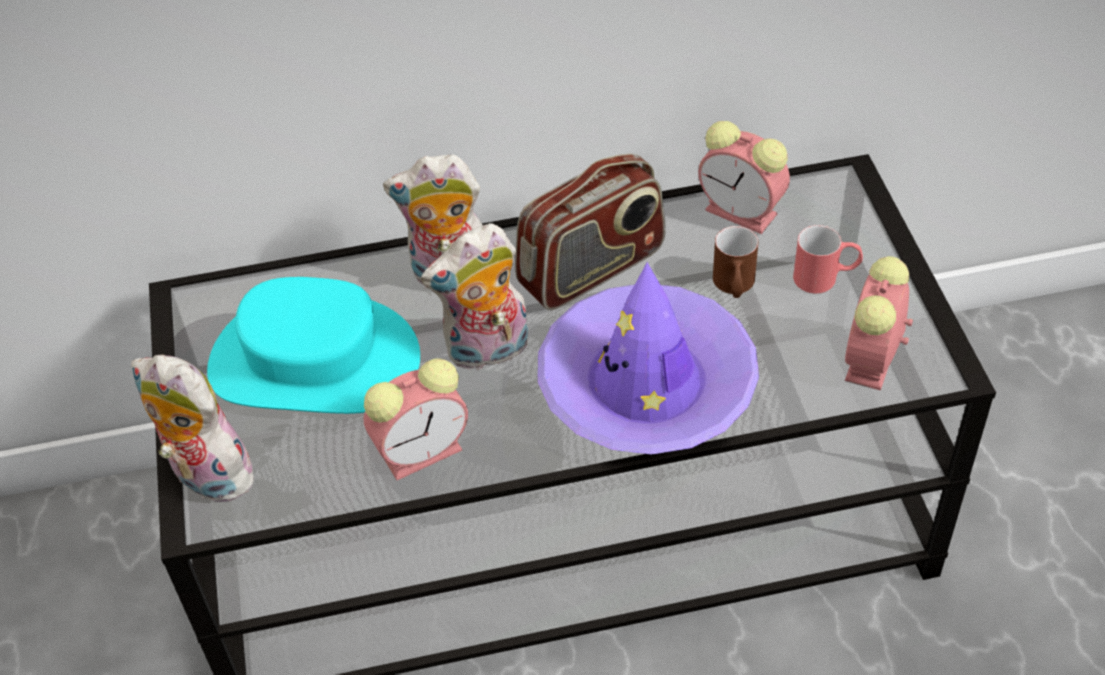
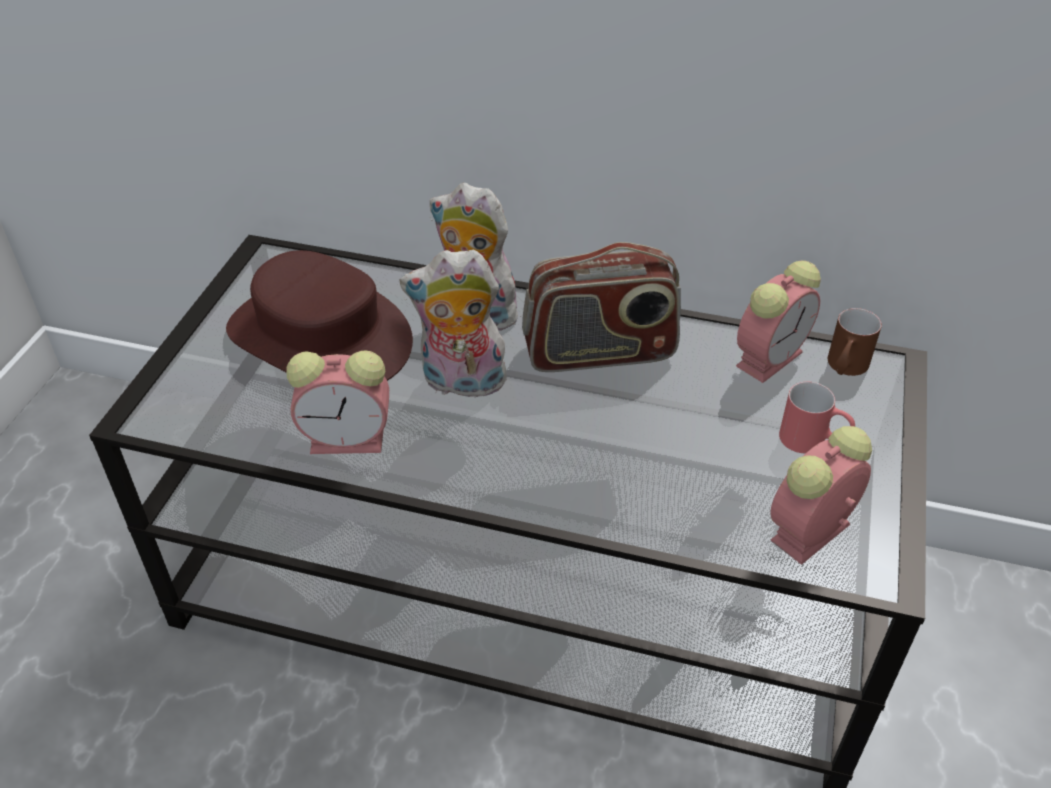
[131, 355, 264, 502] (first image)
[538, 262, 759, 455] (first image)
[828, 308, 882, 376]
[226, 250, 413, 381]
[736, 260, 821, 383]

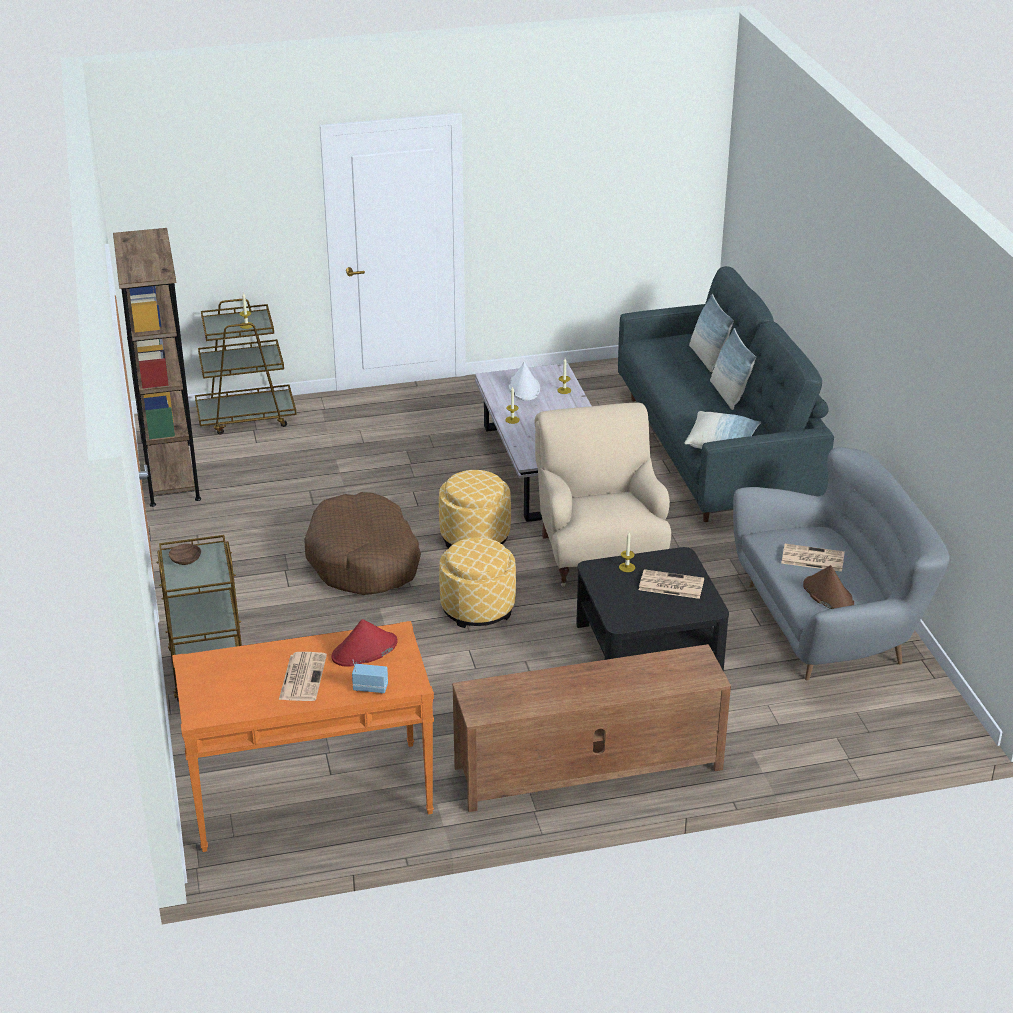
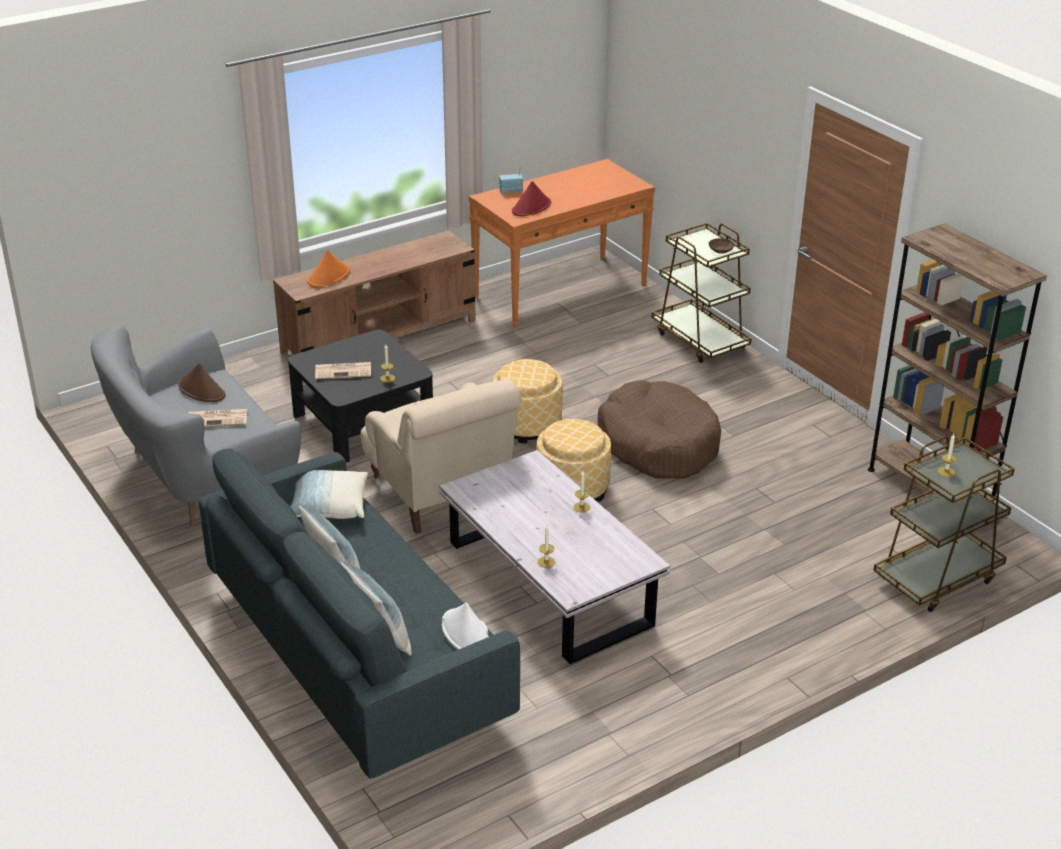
[279, 652, 327, 701] (first image)
[307, 250, 350, 287]
[442, 602, 489, 650]

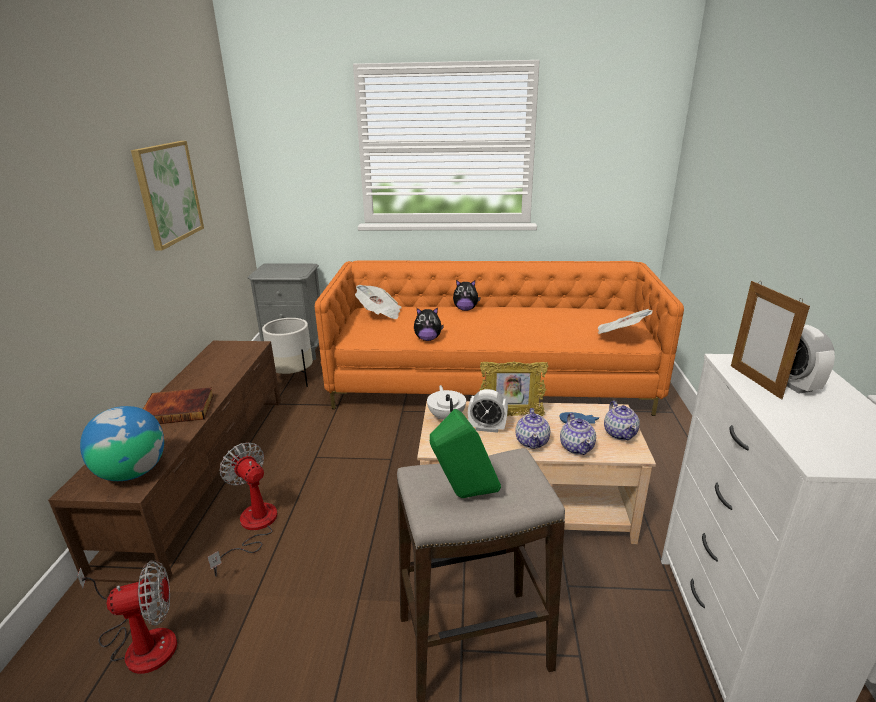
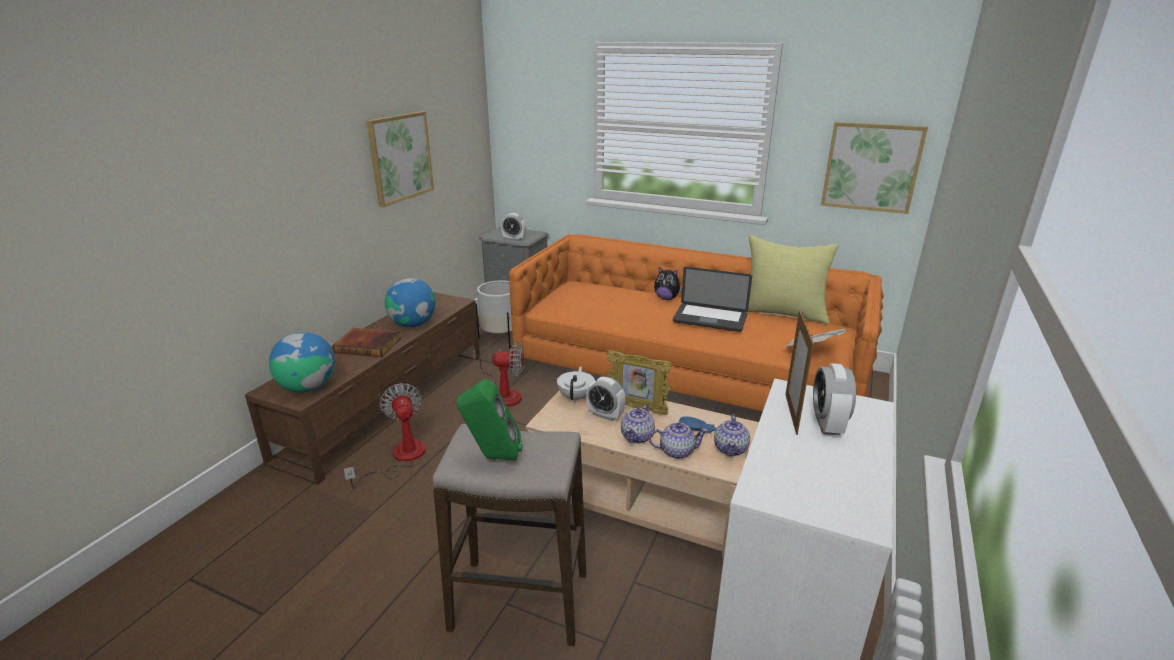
[355, 285, 401, 319] (first image)
[414, 307, 444, 341] (first image)
[385, 278, 435, 327]
[501, 213, 526, 241]
[673, 267, 752, 332]
[748, 235, 839, 324]
[821, 122, 928, 214]
[474, 342, 524, 407]
[649, 423, 708, 459]

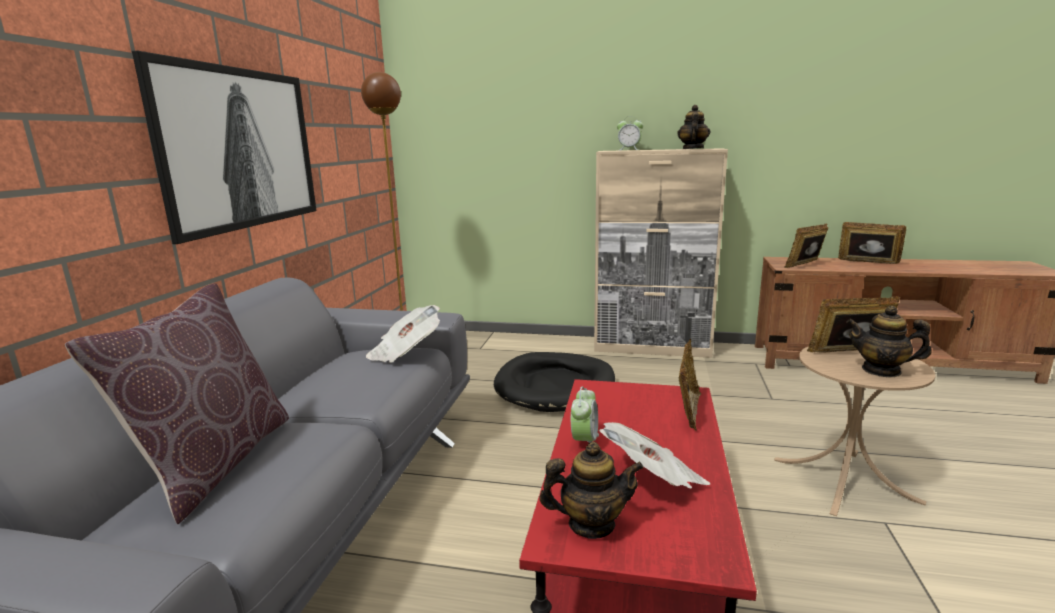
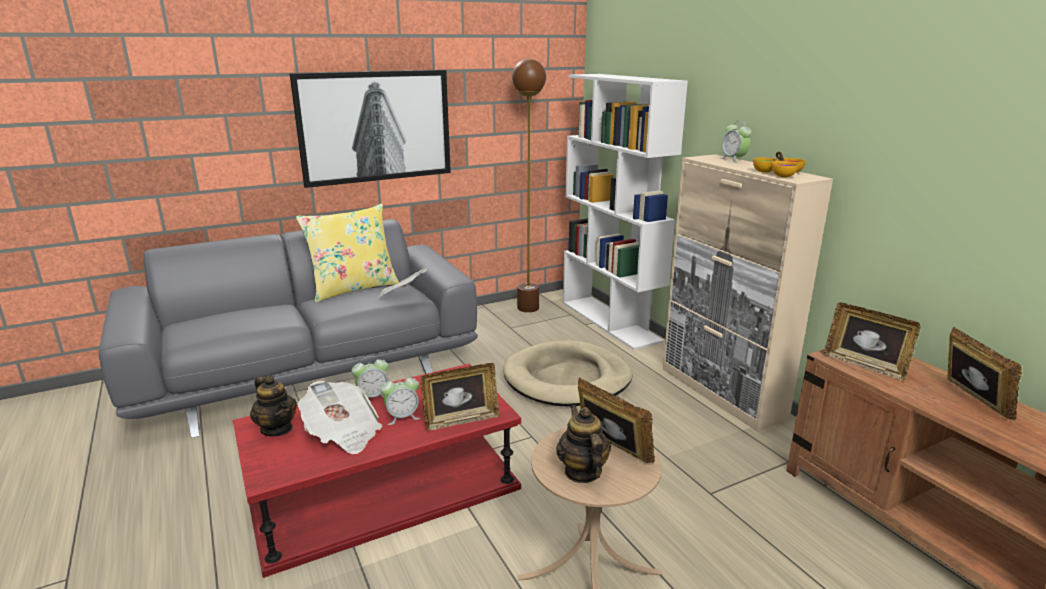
[65, 283, 289, 524] (first image)
[296, 204, 399, 302]
[380, 374, 420, 425]
[563, 74, 688, 350]
[753, 152, 806, 177]
[504, 340, 633, 406]
[824, 303, 921, 381]

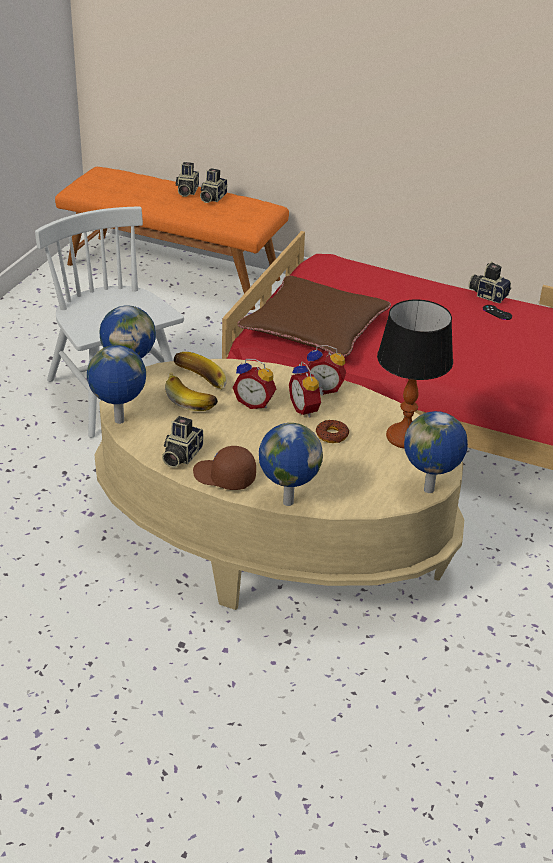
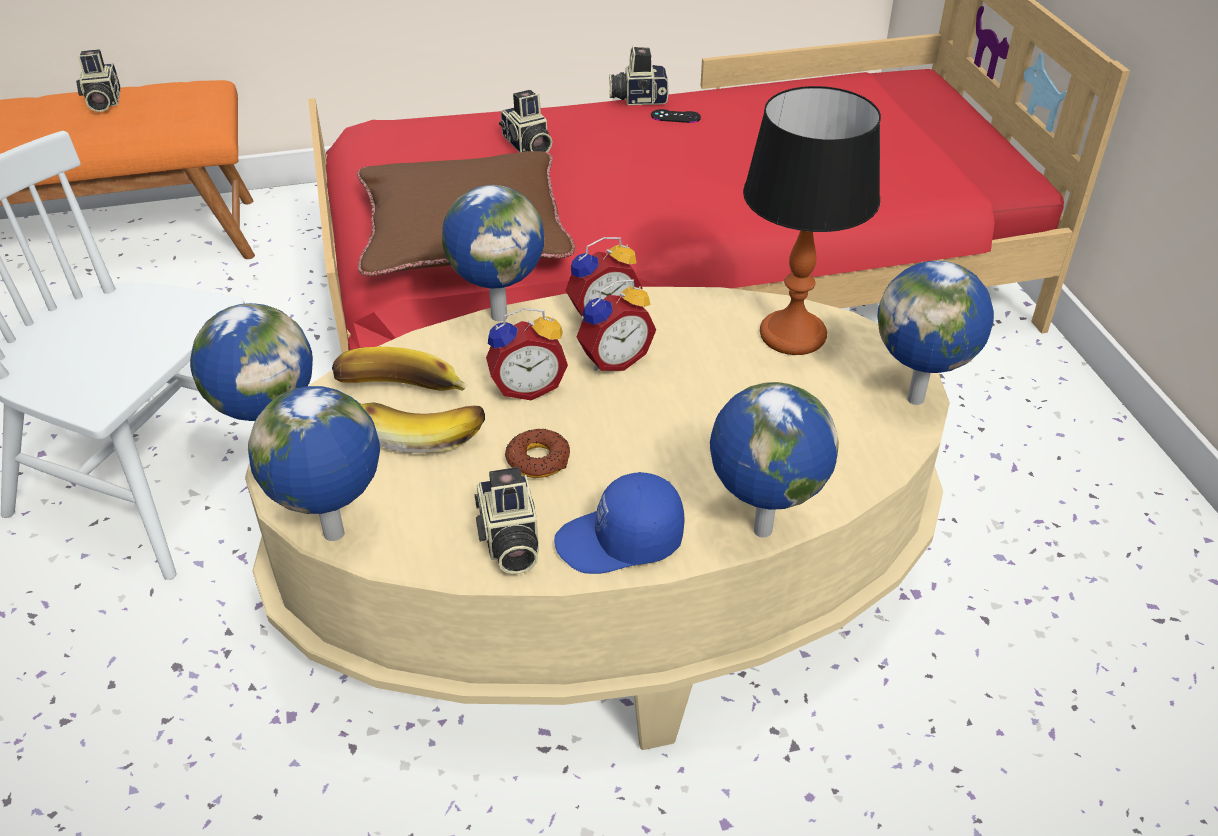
[442, 185, 544, 321]
[499, 90, 553, 153]
[505, 429, 570, 478]
[554, 472, 685, 574]
[577, 280, 656, 371]

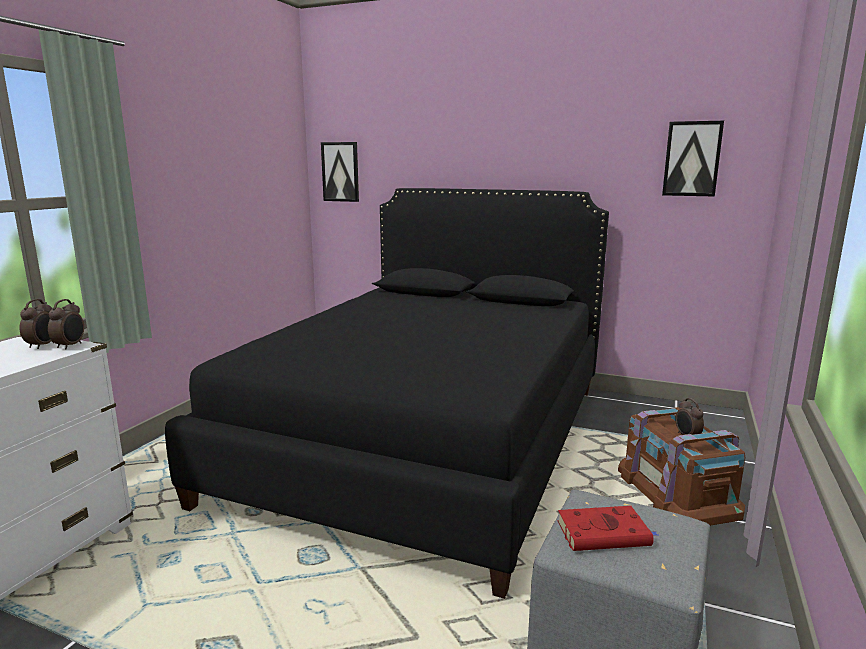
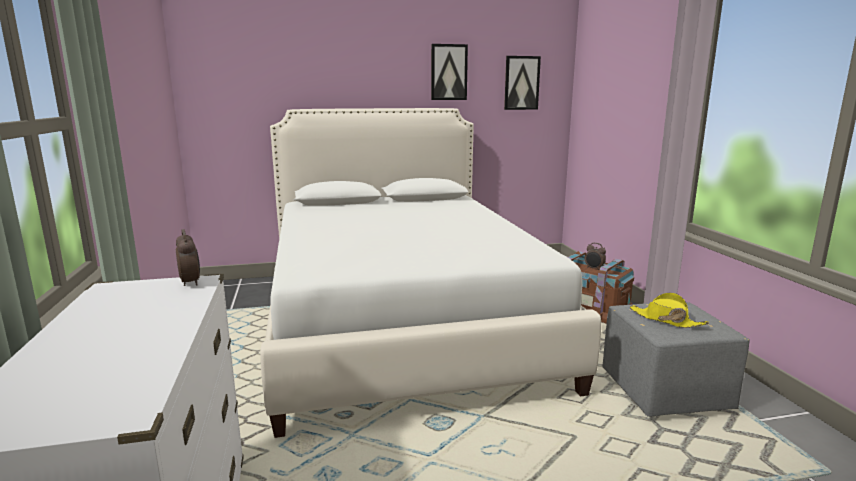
[19, 299, 54, 349] (first image)
[431, 44, 468, 100]
[629, 292, 709, 328]
[260, 108, 601, 438]

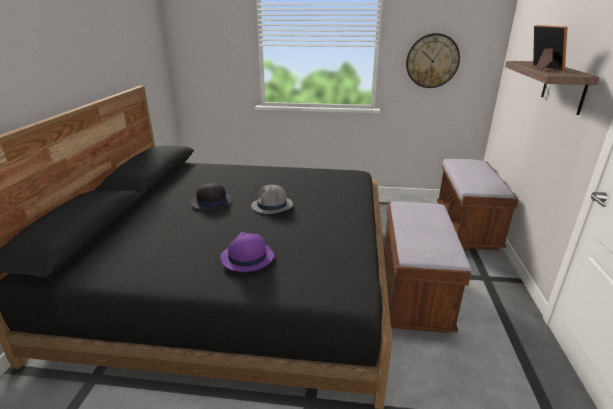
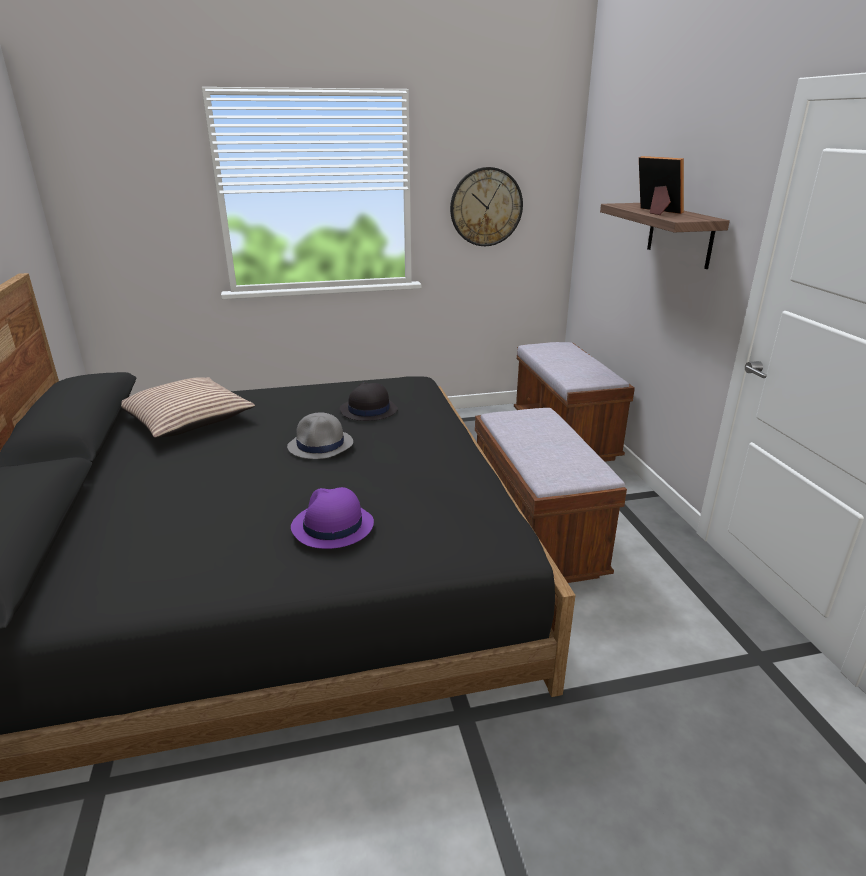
[121, 377, 255, 438]
[340, 382, 398, 421]

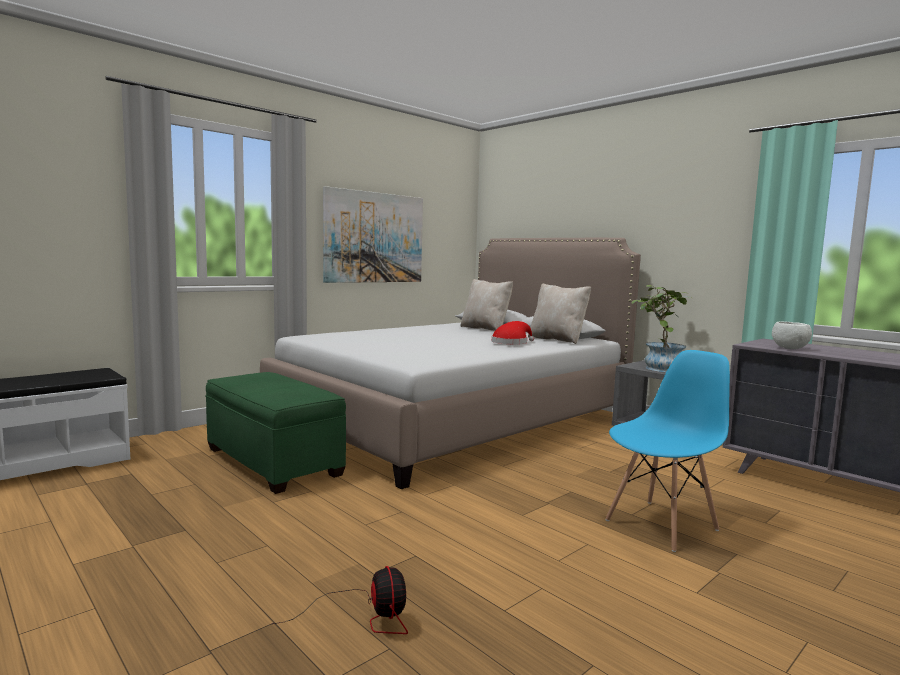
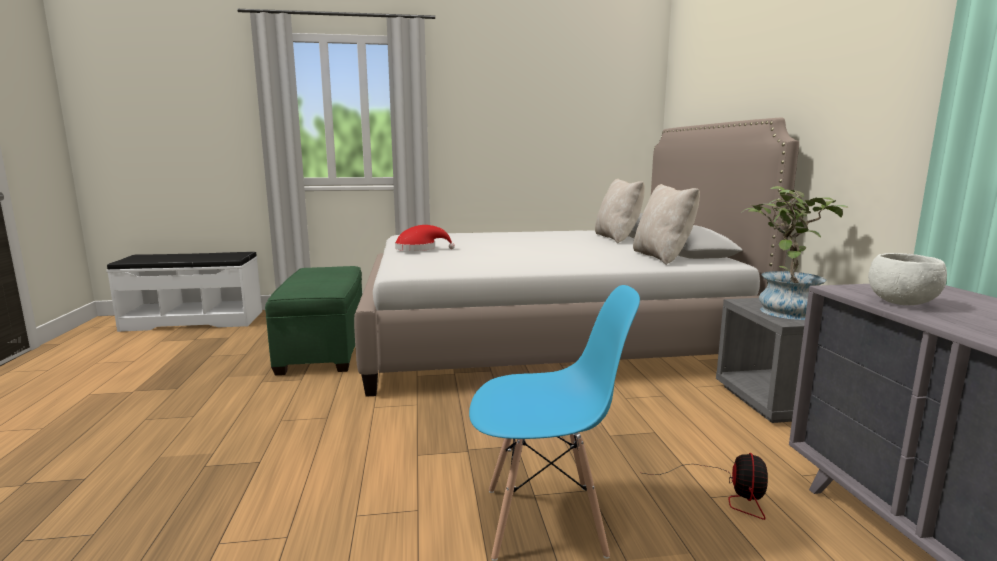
[323, 186, 423, 283] (first image)
[643, 453, 768, 520]
[395, 225, 455, 251]

